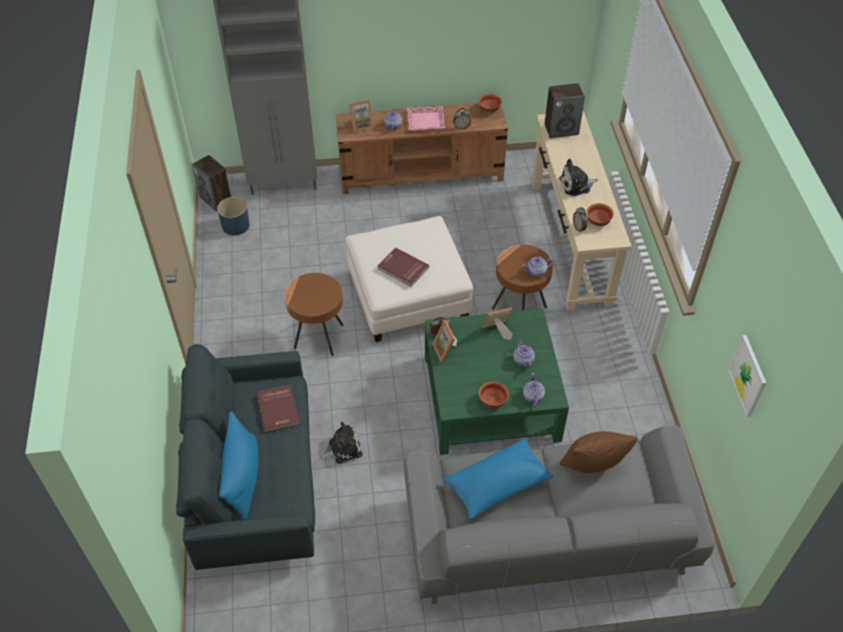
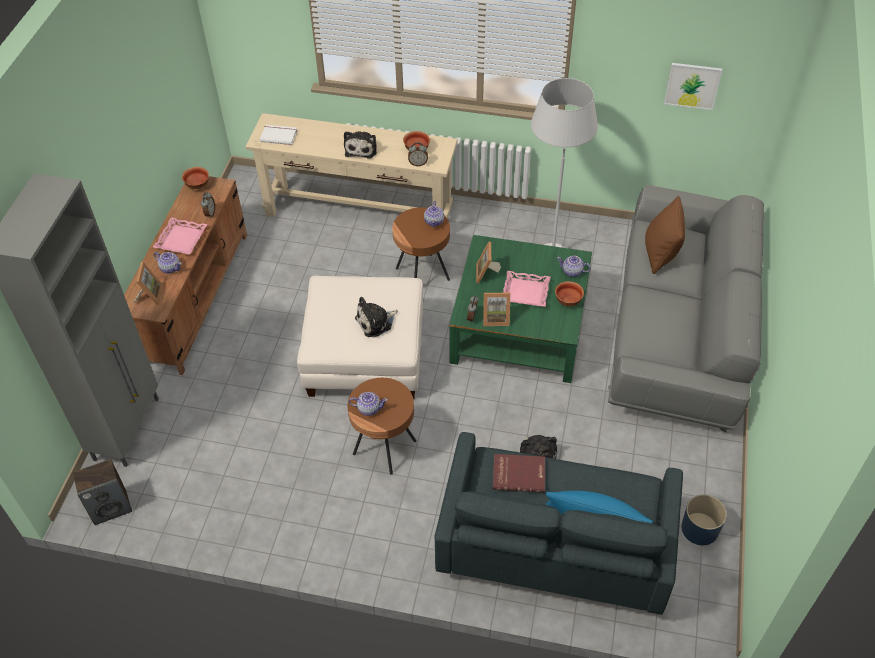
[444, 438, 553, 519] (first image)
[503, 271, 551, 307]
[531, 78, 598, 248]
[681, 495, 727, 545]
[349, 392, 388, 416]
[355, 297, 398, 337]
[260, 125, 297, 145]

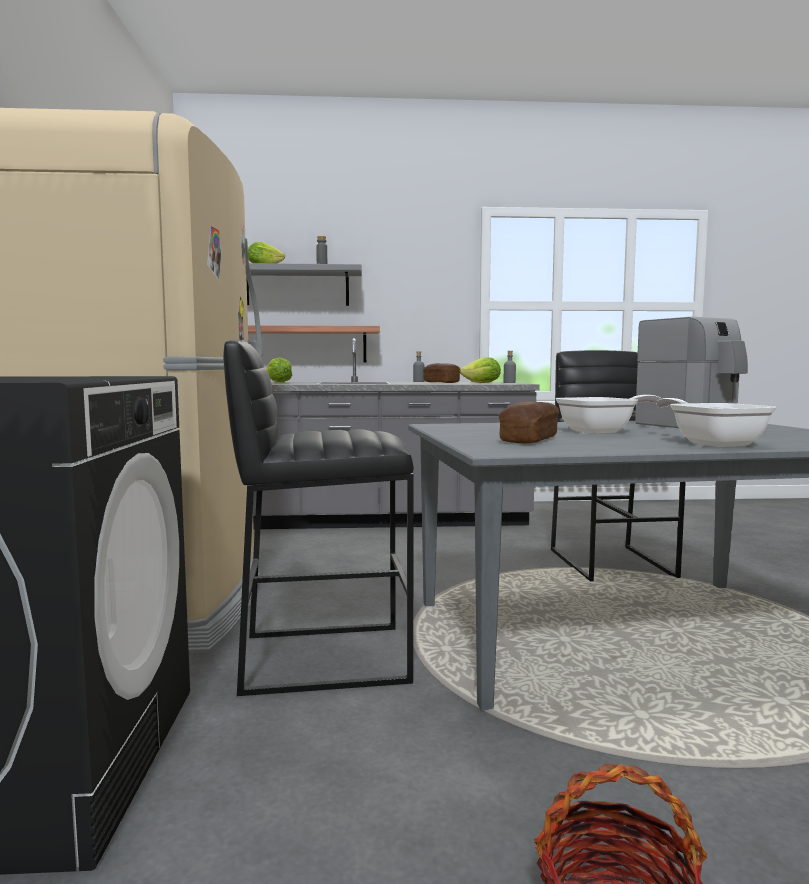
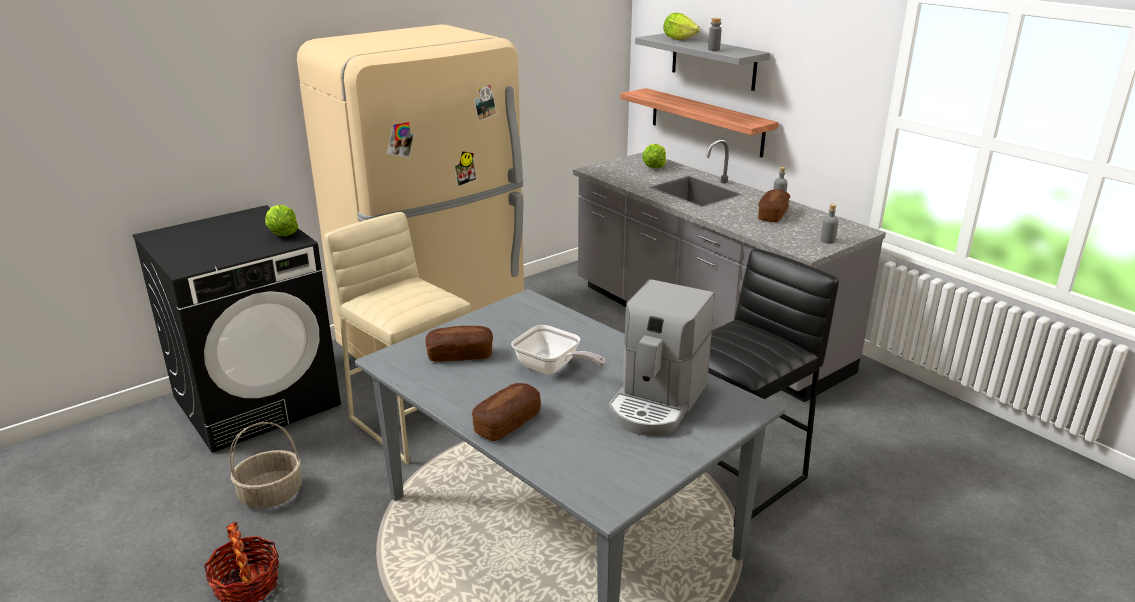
[230, 422, 302, 508]
[266, 205, 298, 236]
[472, 383, 541, 441]
[324, 212, 471, 464]

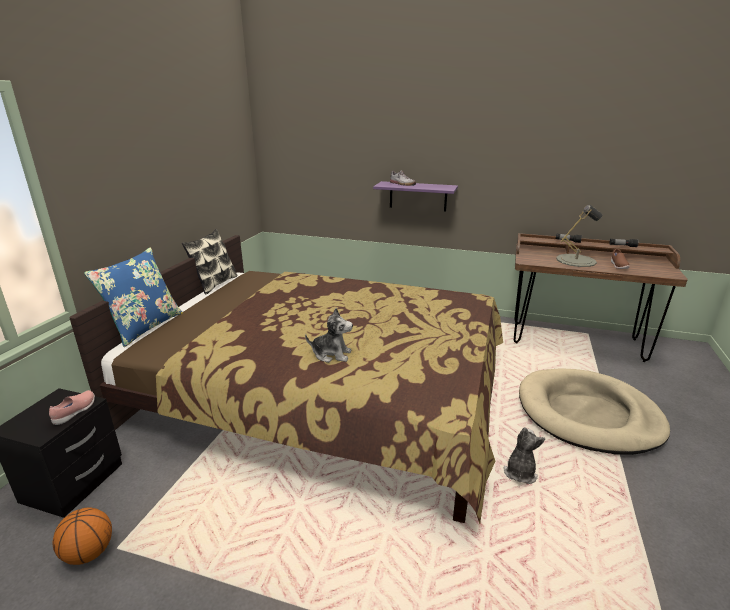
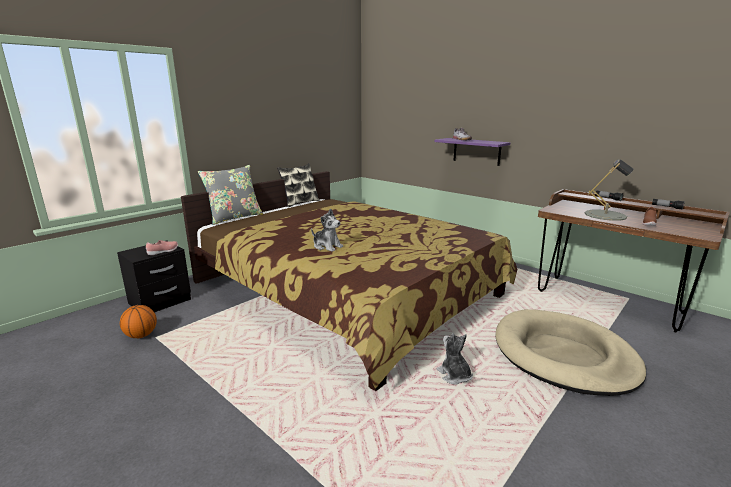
[198, 165, 263, 225]
[437, 333, 473, 385]

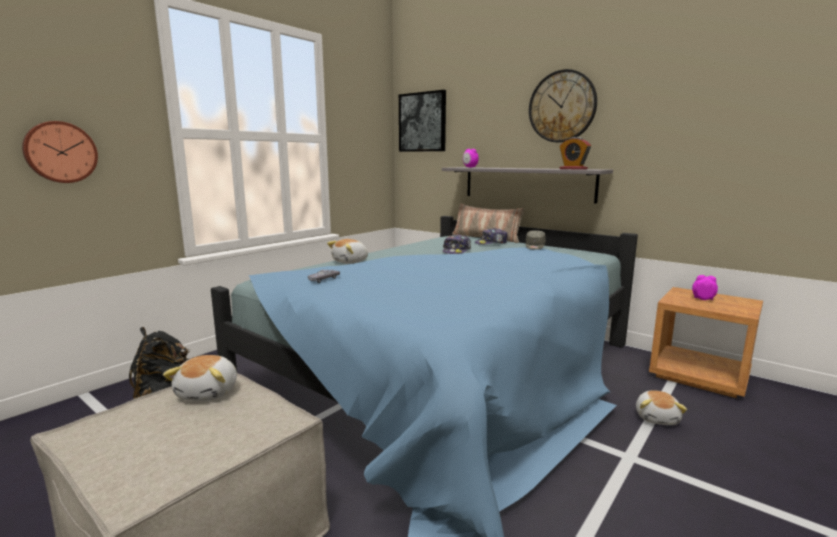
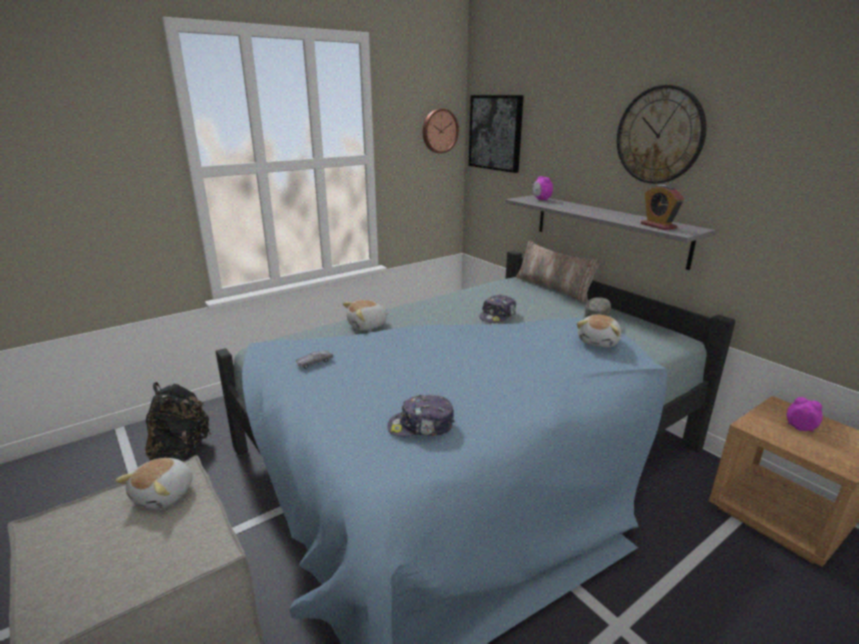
[423, 109, 459, 153]
[388, 395, 455, 437]
[577, 314, 621, 347]

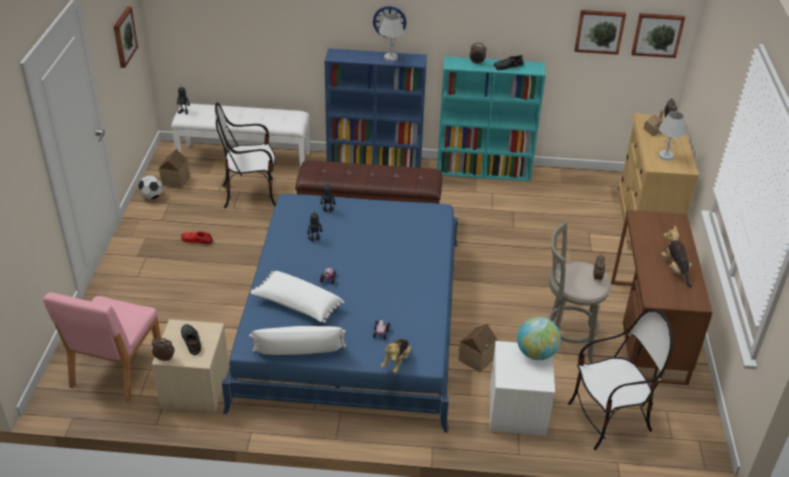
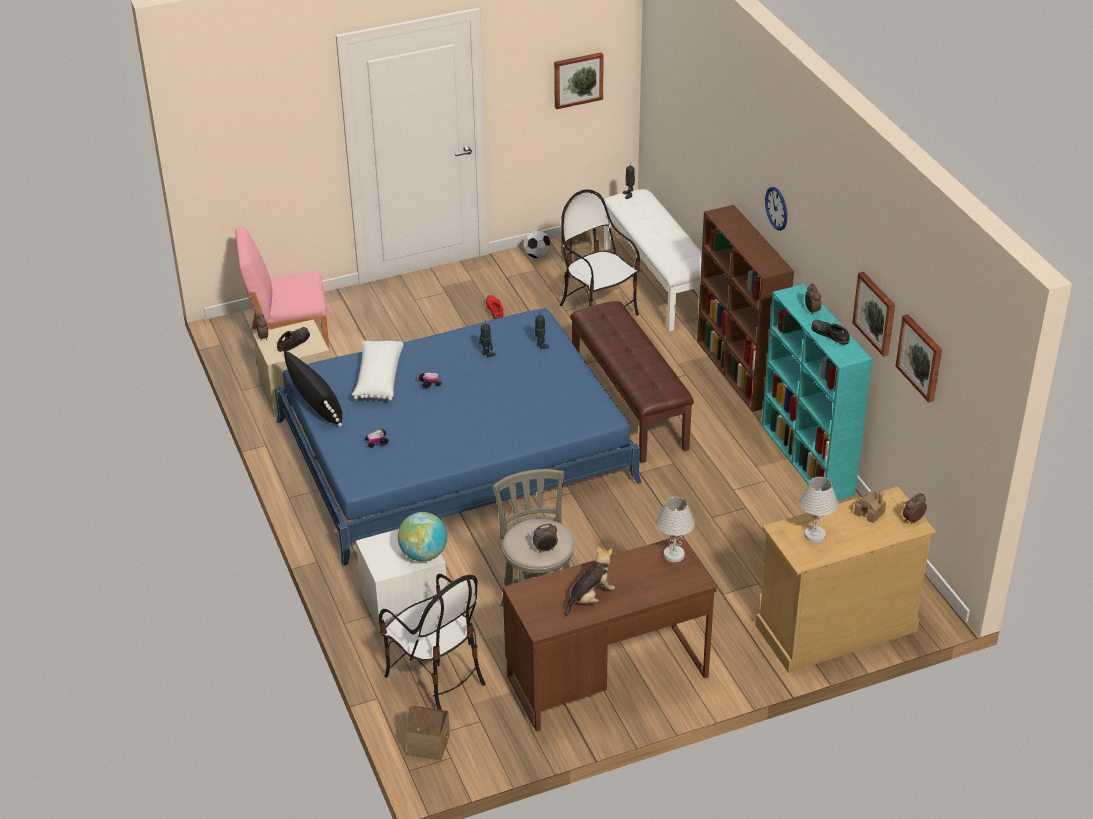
[381, 339, 411, 373] (first image)
[656, 497, 695, 562]
[406, 706, 450, 760]
[852, 272, 895, 357]
[282, 351, 342, 427]
[697, 205, 794, 412]

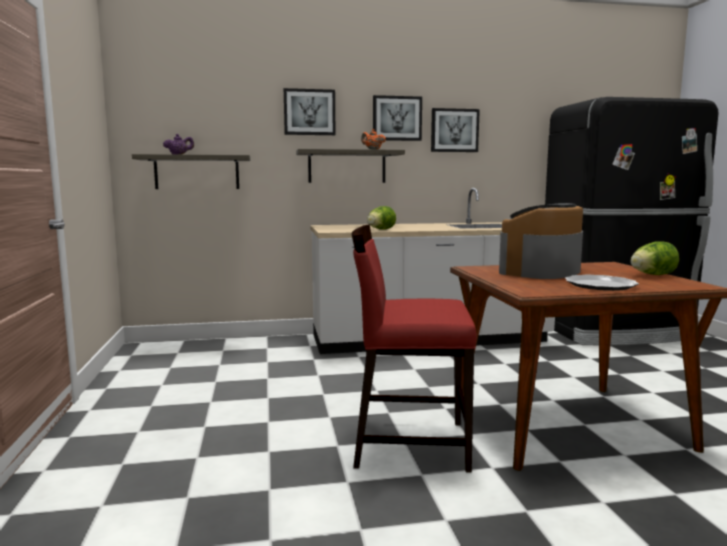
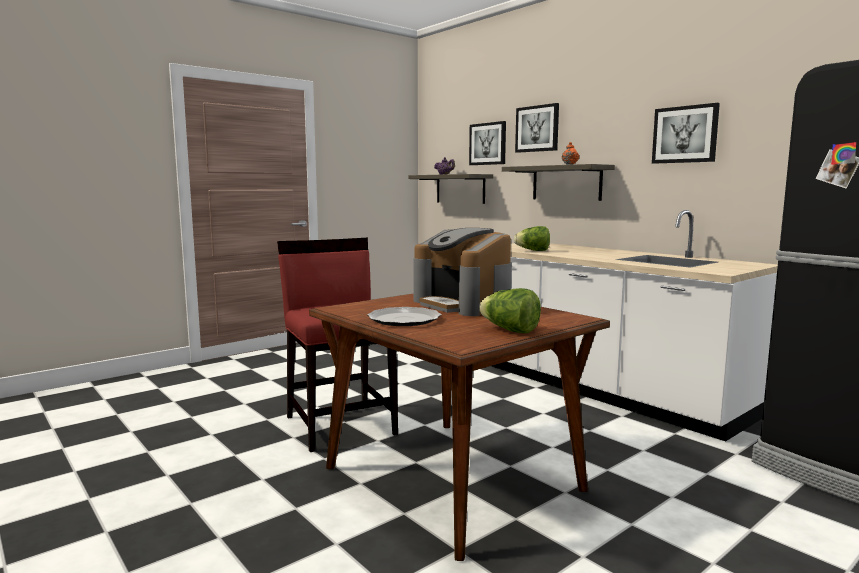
[469, 121, 506, 165]
[413, 228, 512, 316]

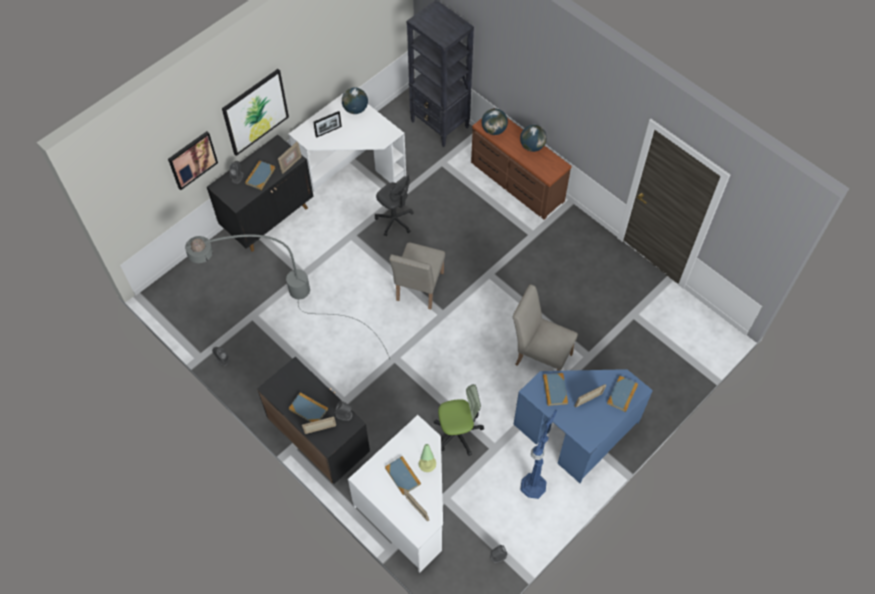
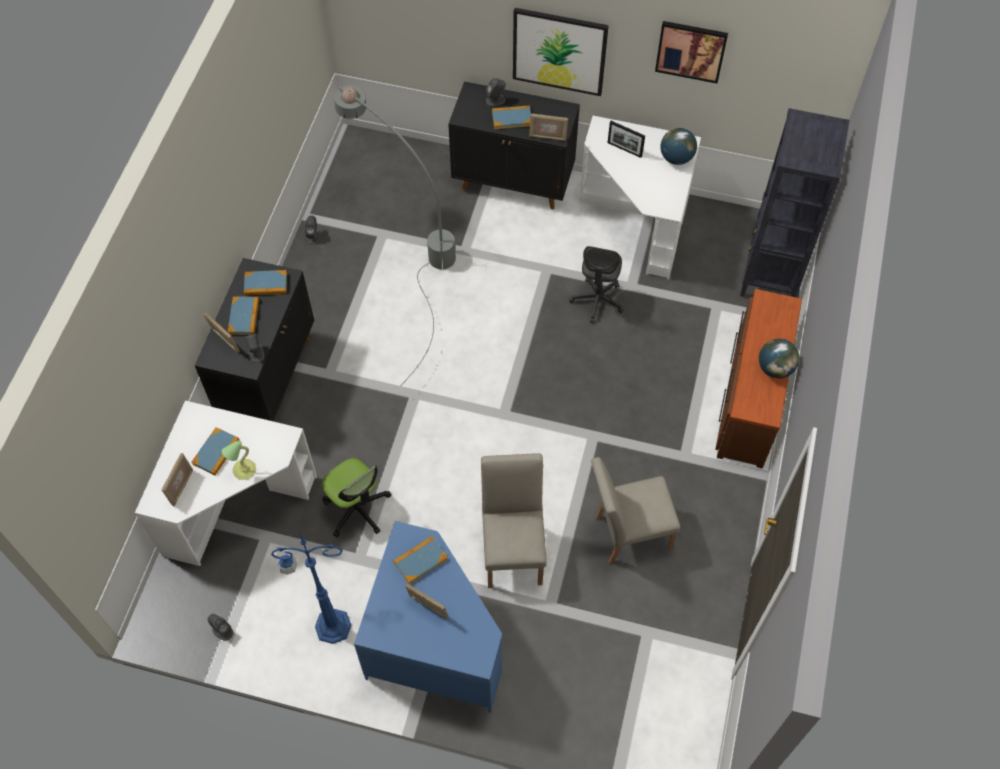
[481, 108, 508, 135] (first image)
[655, 21, 728, 83]
[591, 457, 680, 564]
[244, 270, 287, 296]

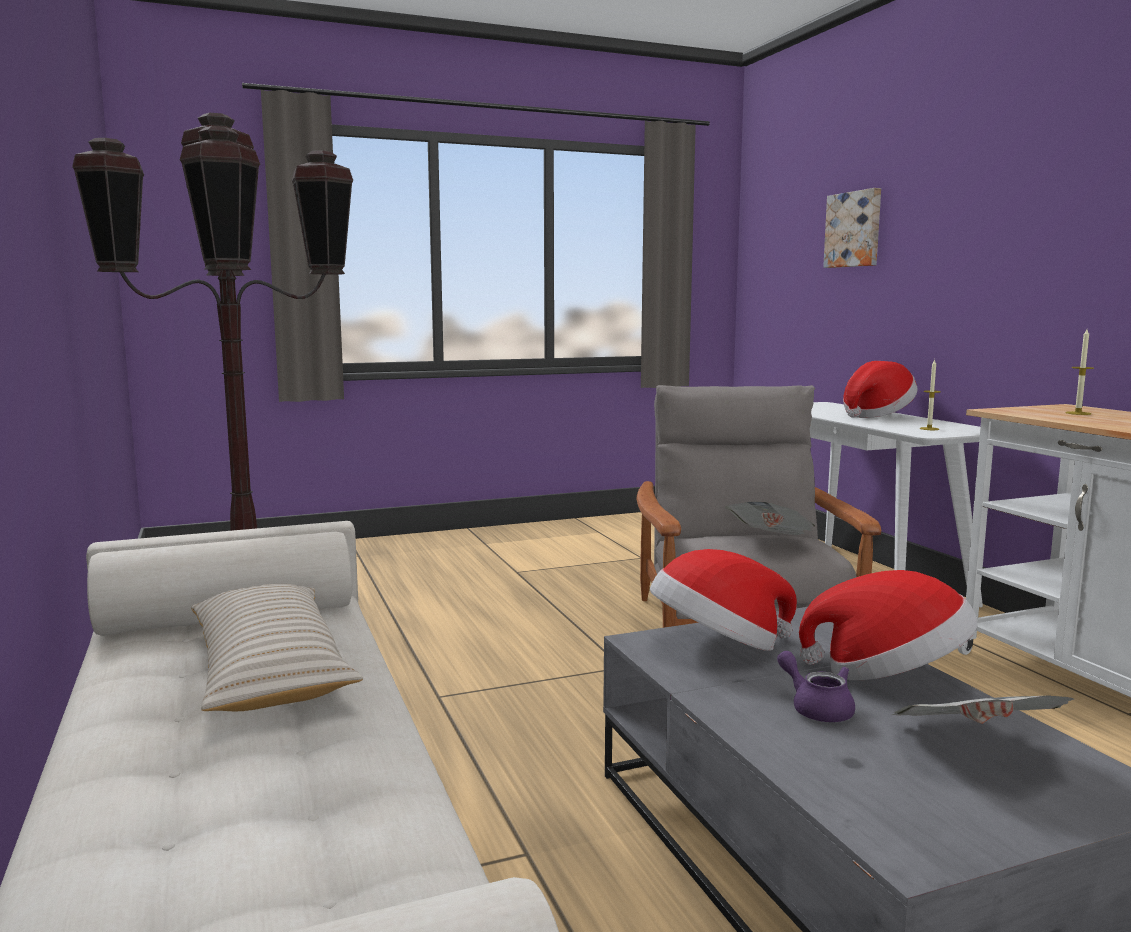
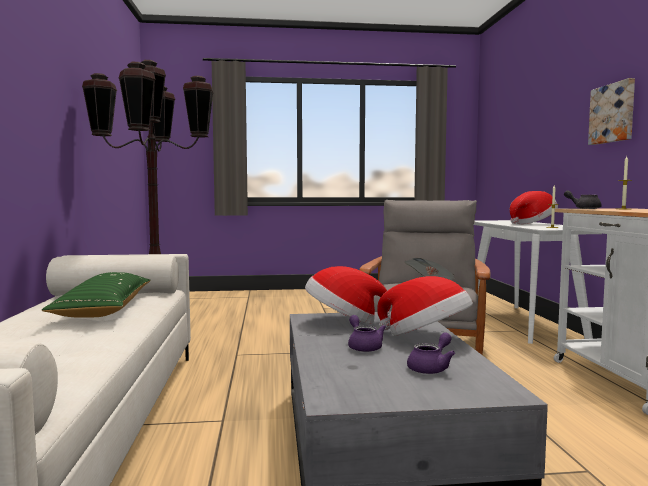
[564, 191, 602, 209]
[588, 78, 635, 145]
[407, 333, 455, 374]
[42, 272, 151, 318]

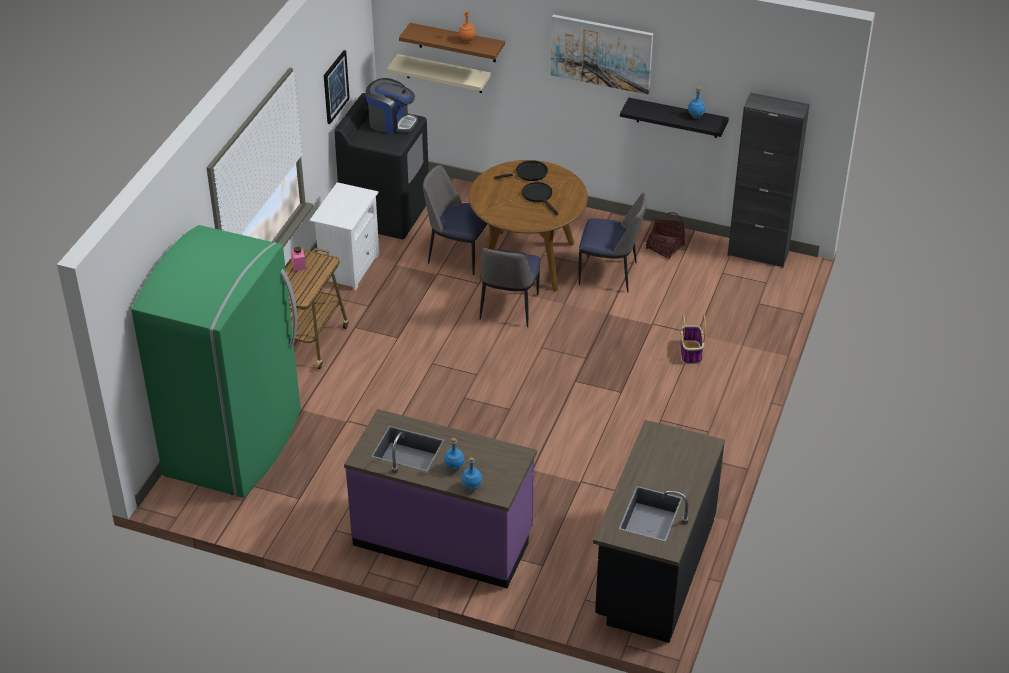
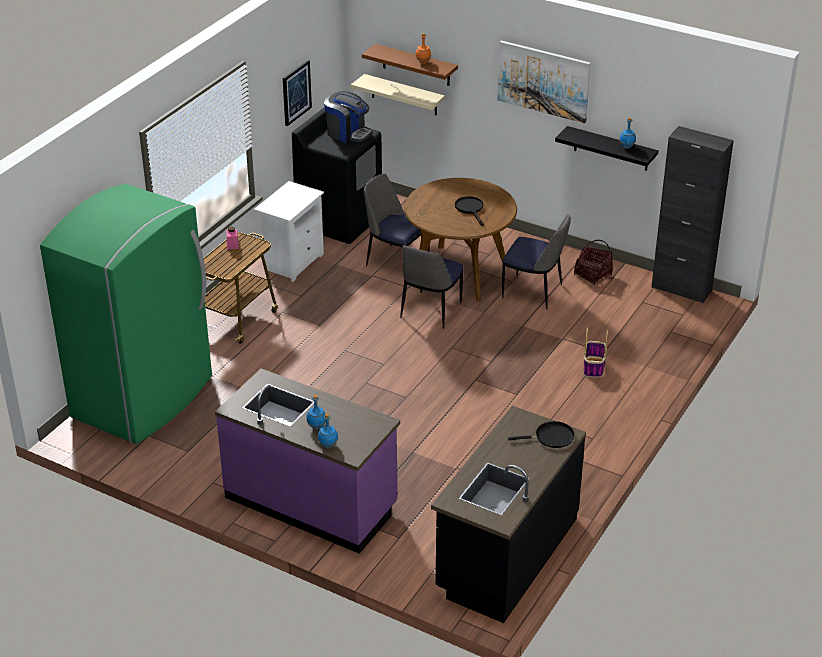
[508, 421, 575, 448]

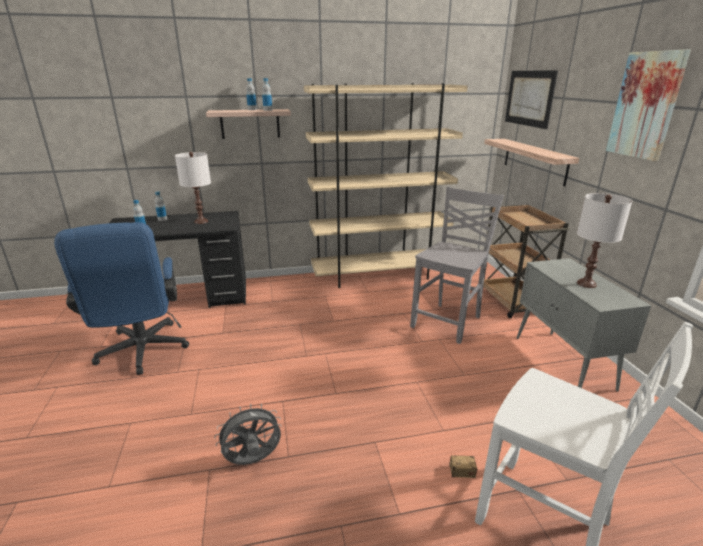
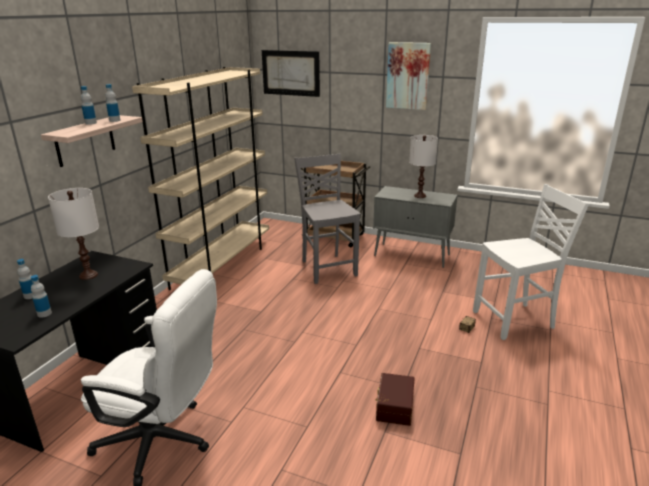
[484, 139, 579, 186] (first image)
[376, 373, 415, 426]
[81, 269, 217, 486]

